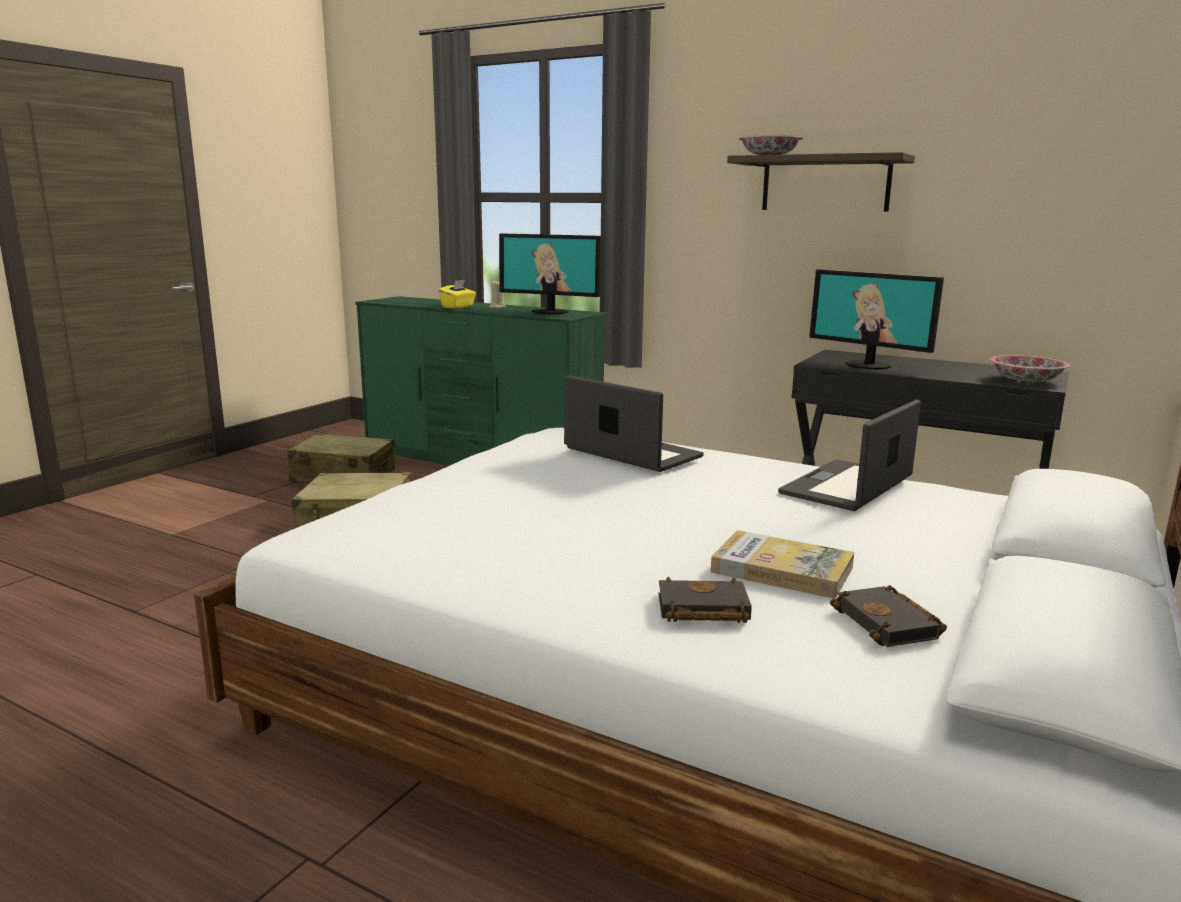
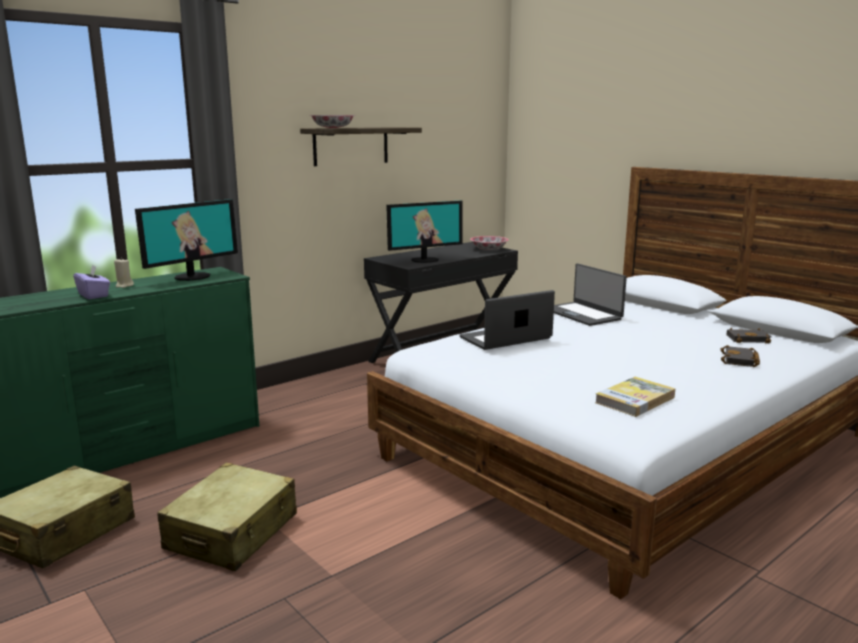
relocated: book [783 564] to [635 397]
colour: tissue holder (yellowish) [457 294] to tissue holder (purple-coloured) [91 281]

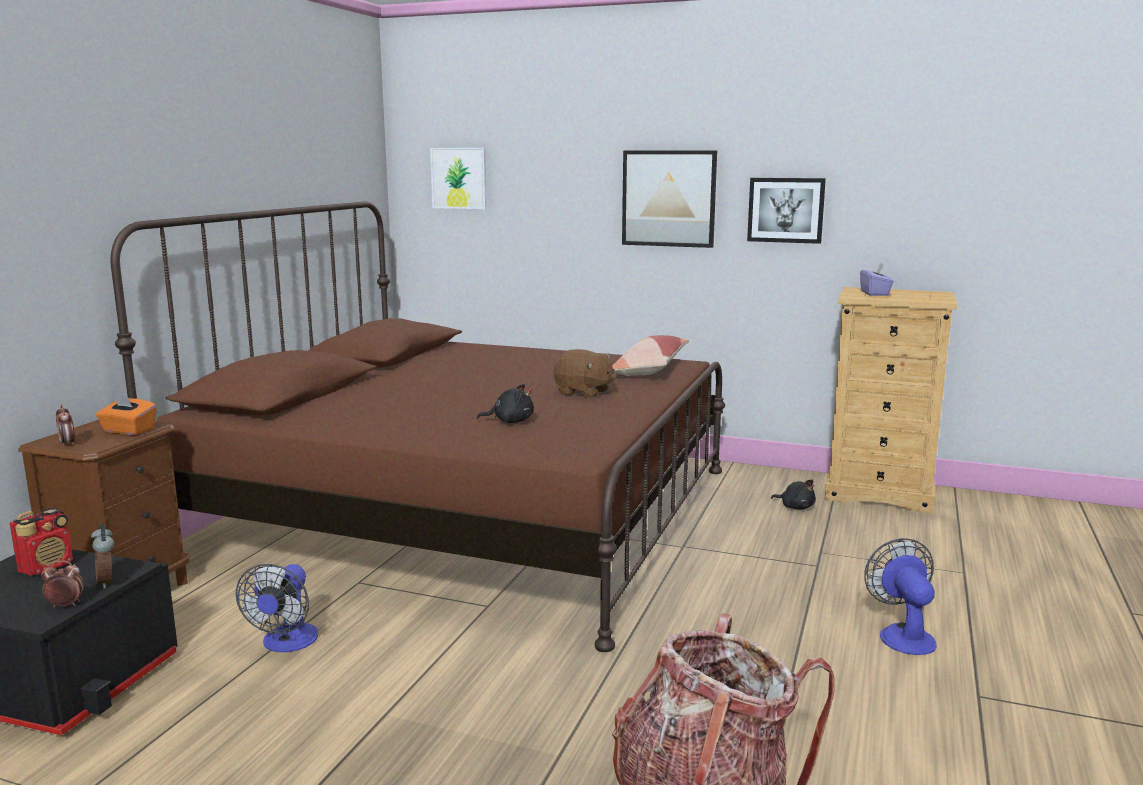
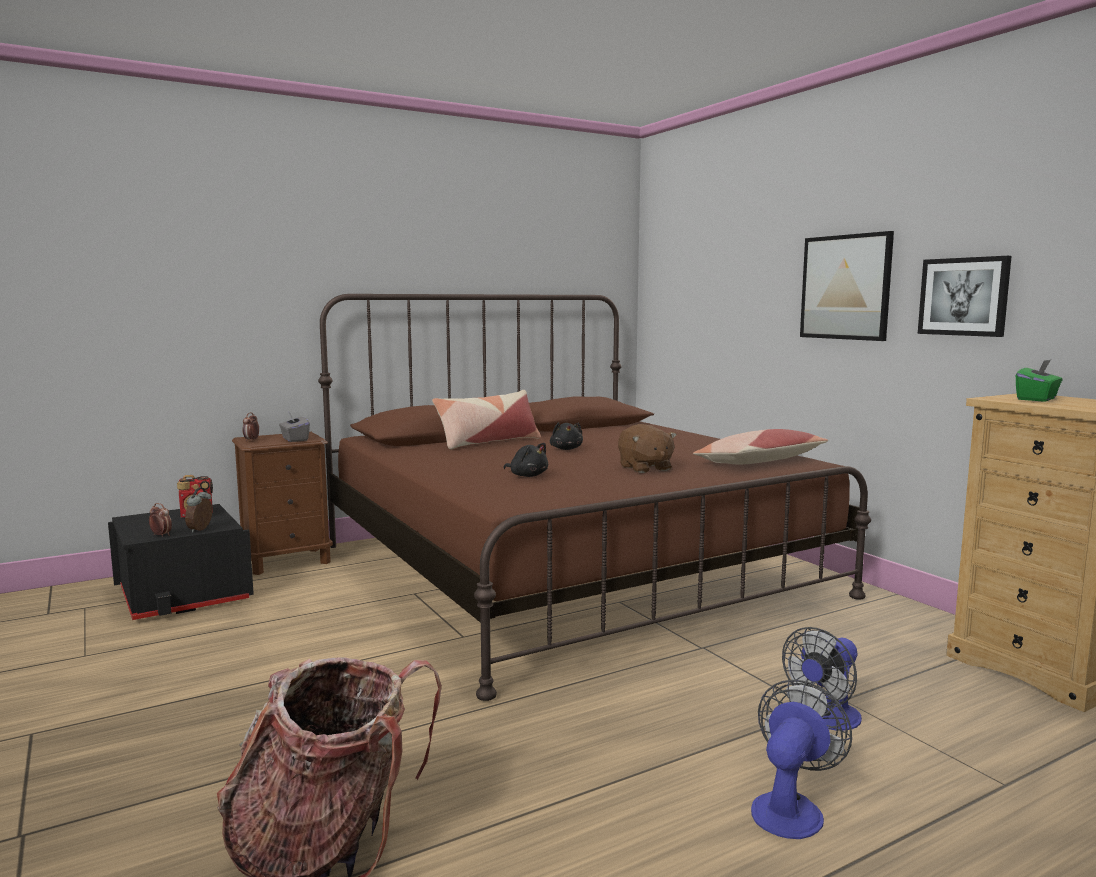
missing: wall picture [458 178]
appeared: throw pillow [486 419]
relocated: fan [277 608] to [822 678]; plush toy (blackish) [793 495] to [566 436]
colour: tissue holder (orange) [126 414] to tissue holder (grey) [294 426]; tissue holder (purple-coloured) [877 279] to tissue holder (green) [1039 381]

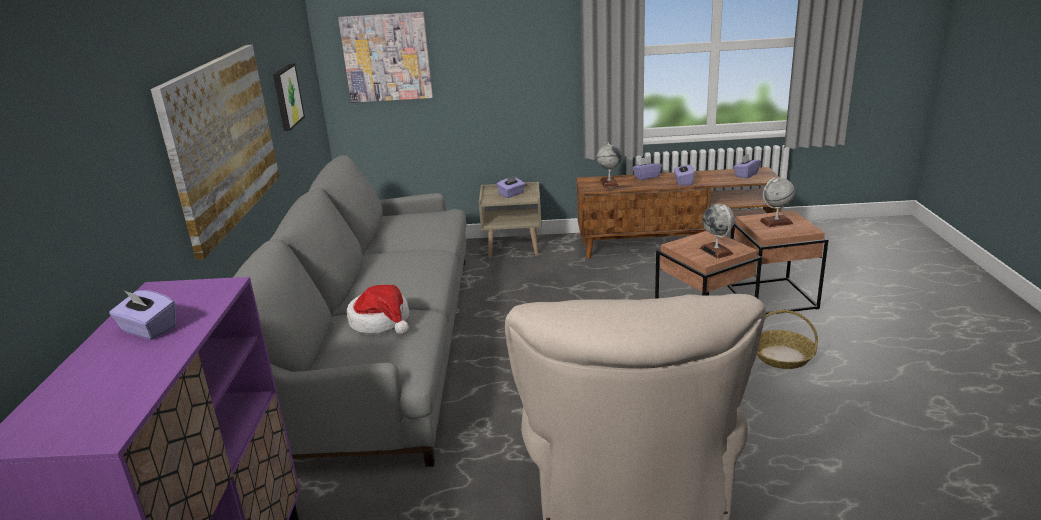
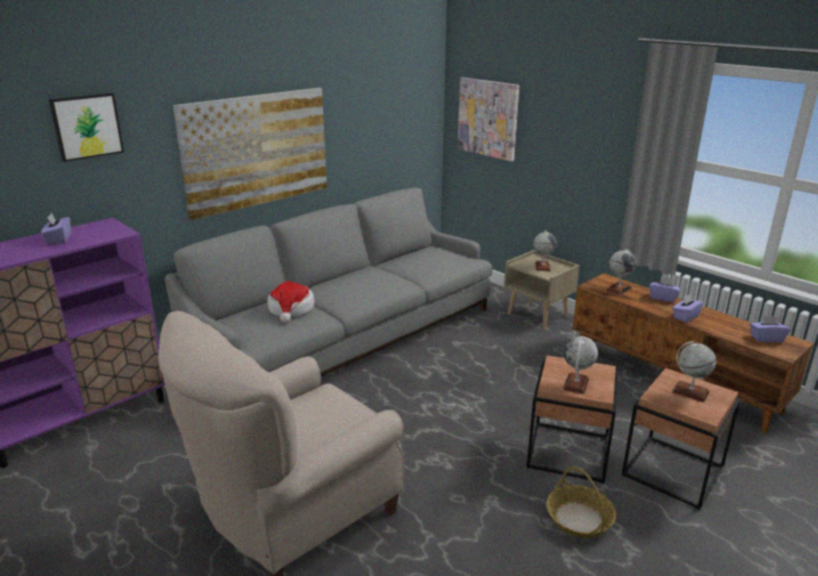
relocated: wall picture [289 97] to [86 127]
exchanged: tissue holder (purple-coloured) [511 186] to globe [545 250]

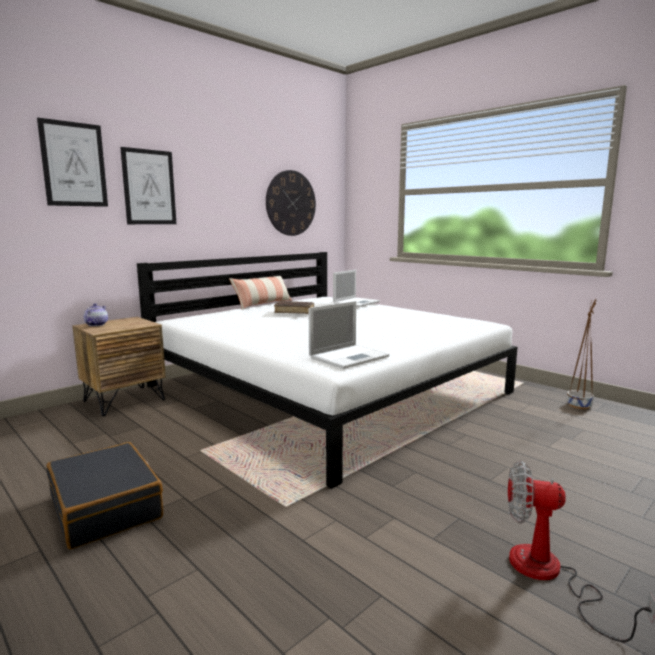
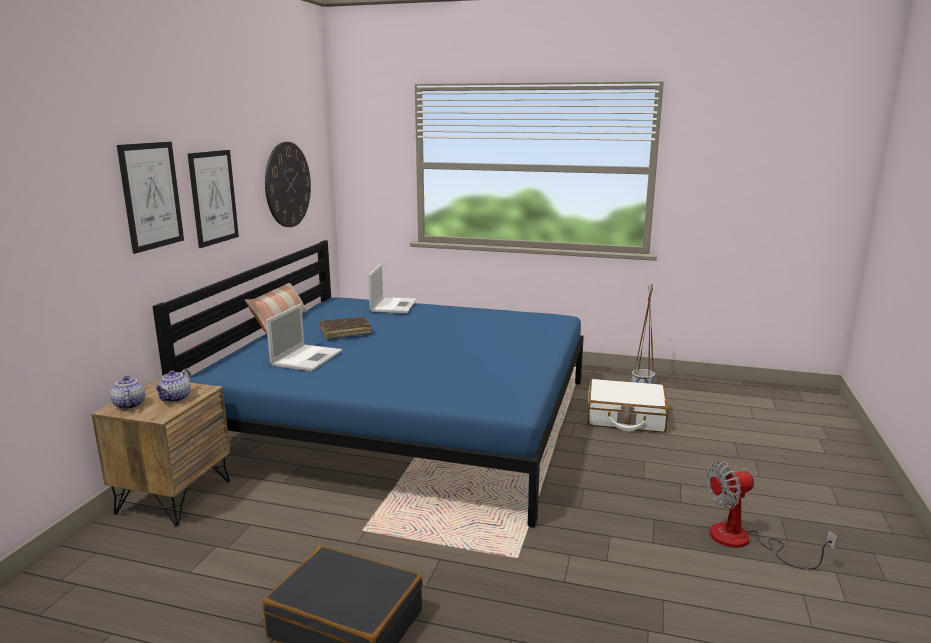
appeared: pot for tea [173 386]; travel case (white-coloured) [628 406]
relocated: wall picture [72 162] to [213 199]; laptop [349 335] to [304 337]
colour: sleeping bed (white-coloured) [327 370] to sleeping bed (bluish) [368 384]

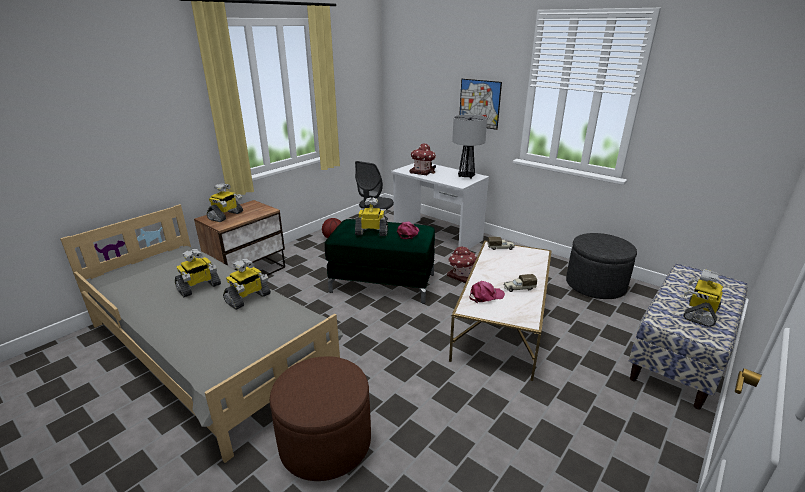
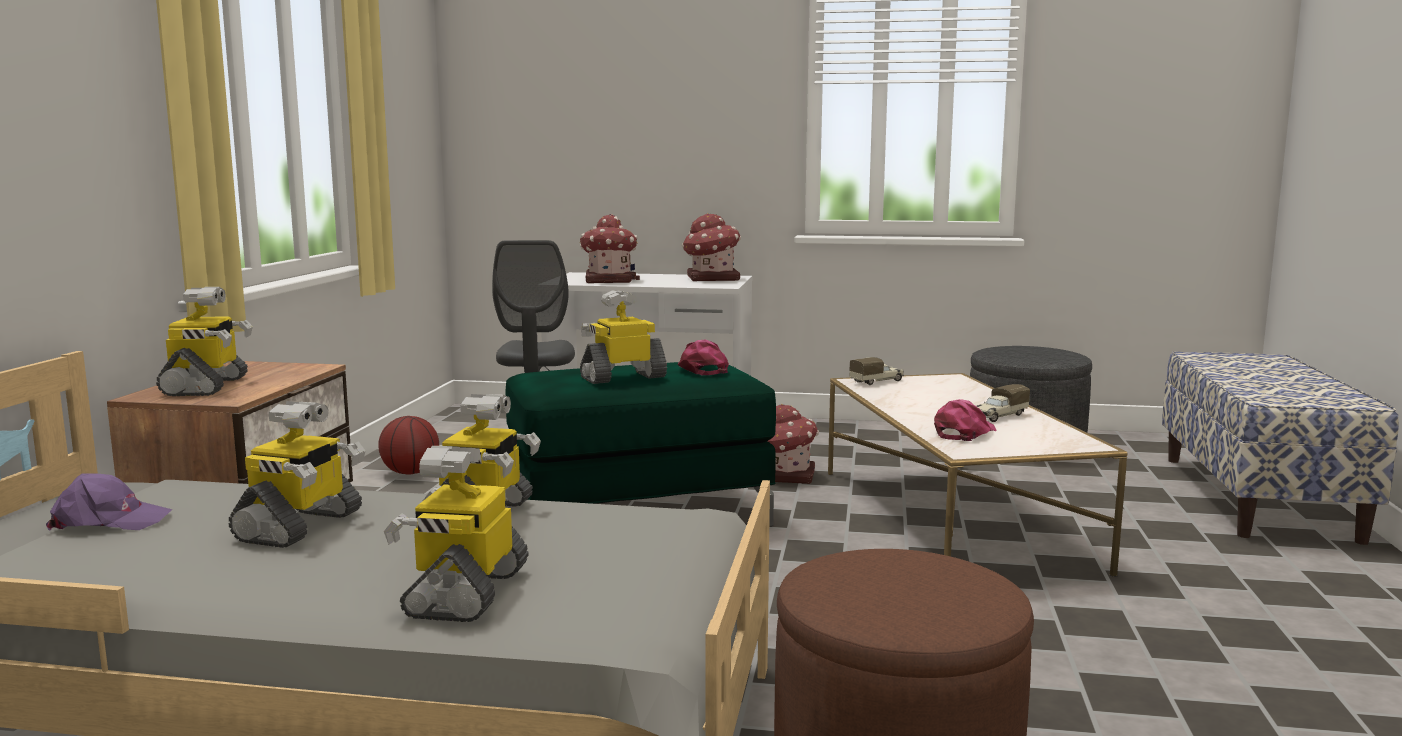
missing: wall picture [480 104]
appeared: cap (purple-coloured) [109 502]
relocated: toy robot [703 298] to [456 534]
exchanged: lamp for a table [469 147] to toy house [711 247]

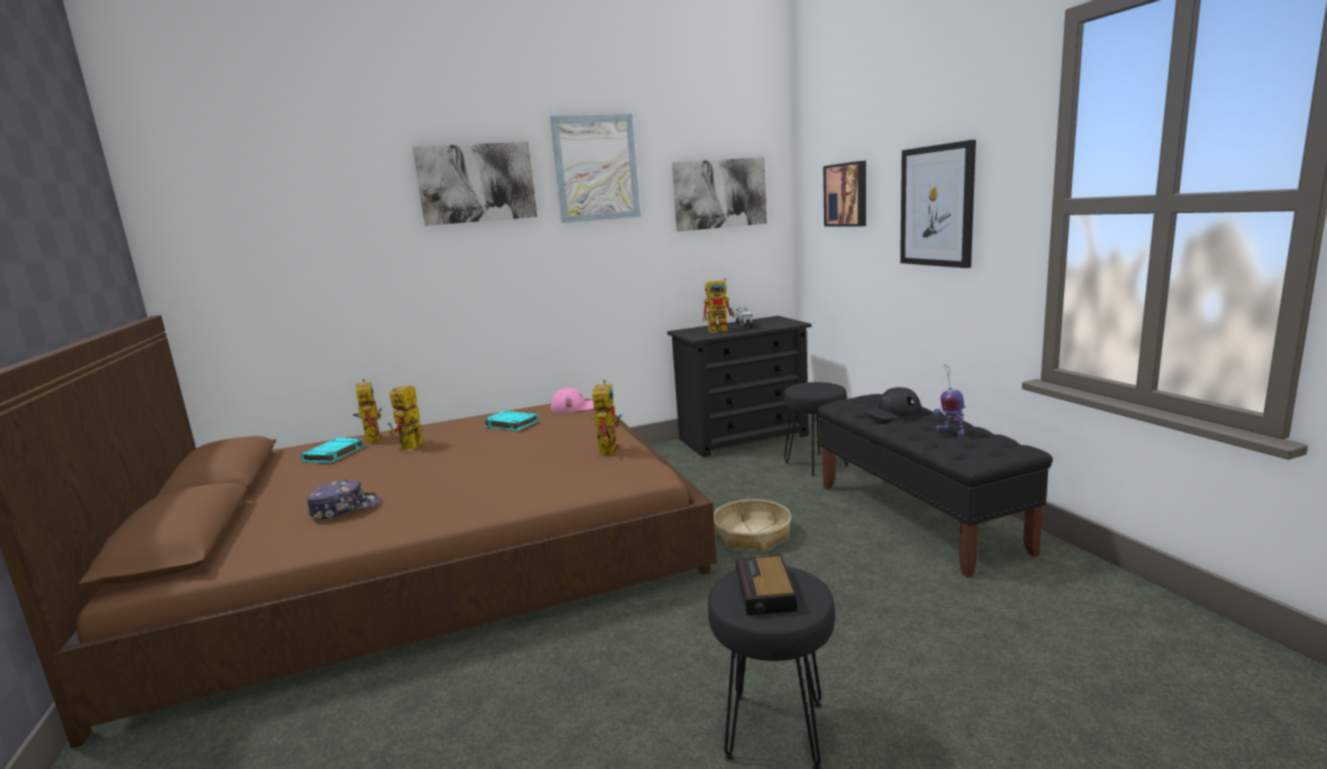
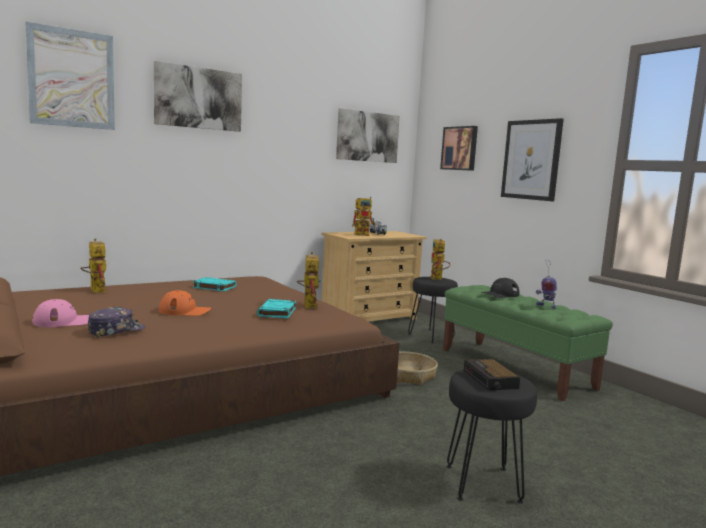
appeared: cap (orange) [185 303]
relocated: book (blue-green) [332 450] to [276 308]; toy robot [406 418] to [440 259]; wall picture [595 168] to [70 76]; cap (pink) [572 400] to [60 313]
colour: chest of drawers (blackish) [739 386] to chest of drawers (beige-coloured) [374 276]; indoor bench (blackish) [935 486] to indoor bench (green) [528 343]

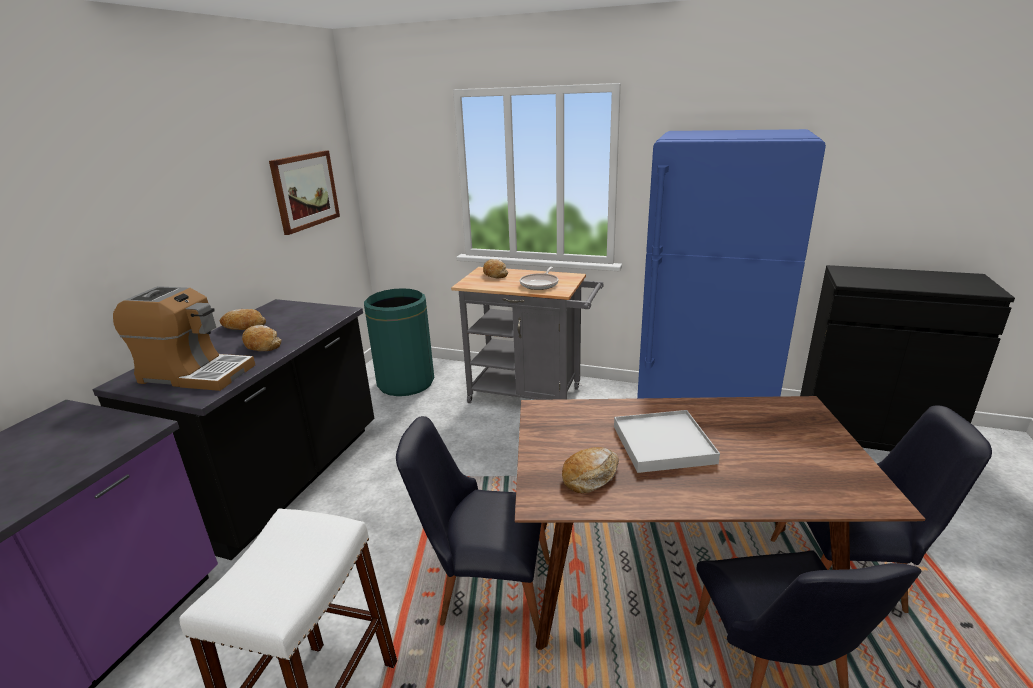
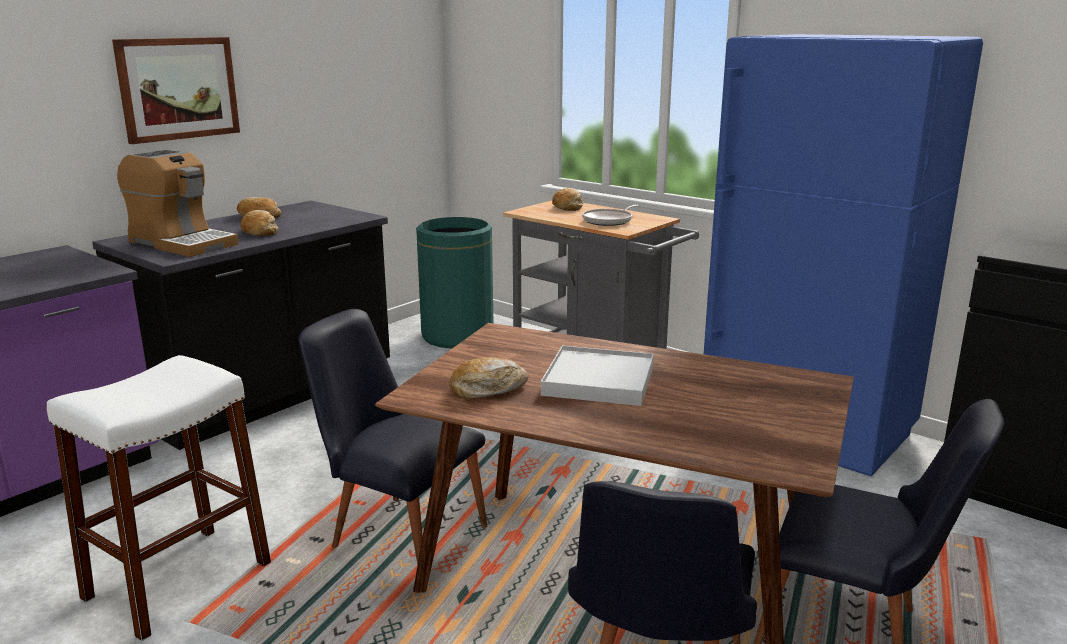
relocated: wall picture [304 193] to [176 90]

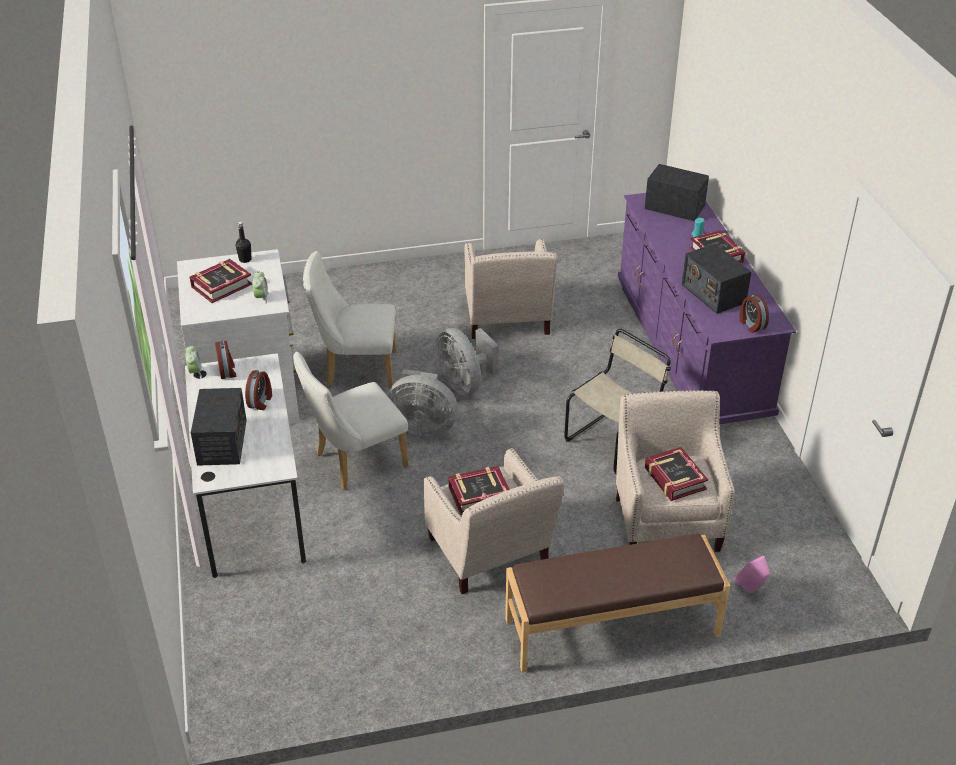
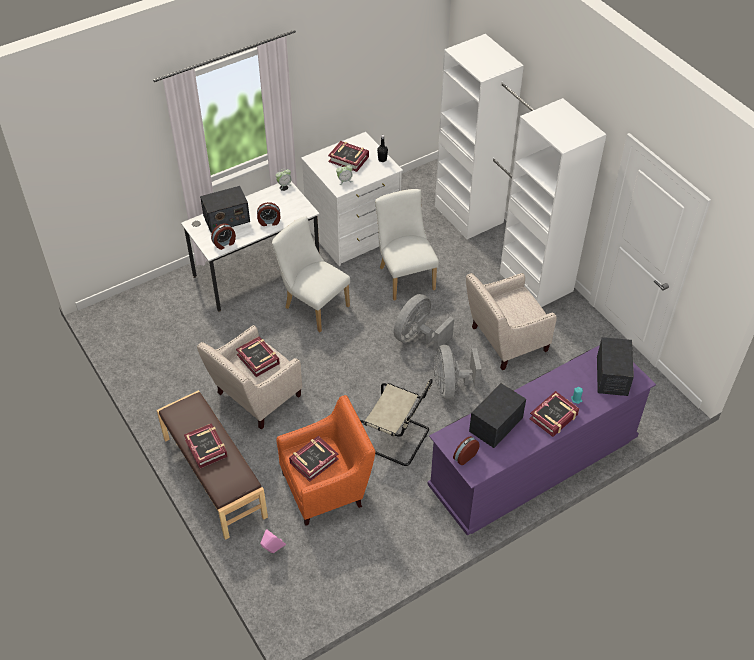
appeared: book [206 446]; clothes cupboard (white-coloured) [521 170]
relocated: alarm clock [225 360] to [223 236]; fan (grey) [423 403] to [457 372]
colour: easy chair (beige-coloured) [675 471] to easy chair (orange) [325 460]

